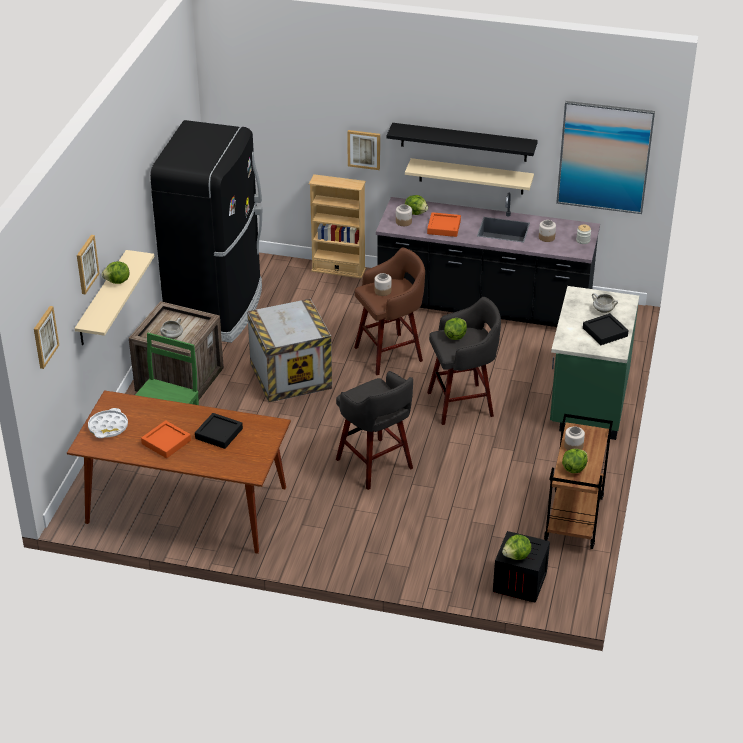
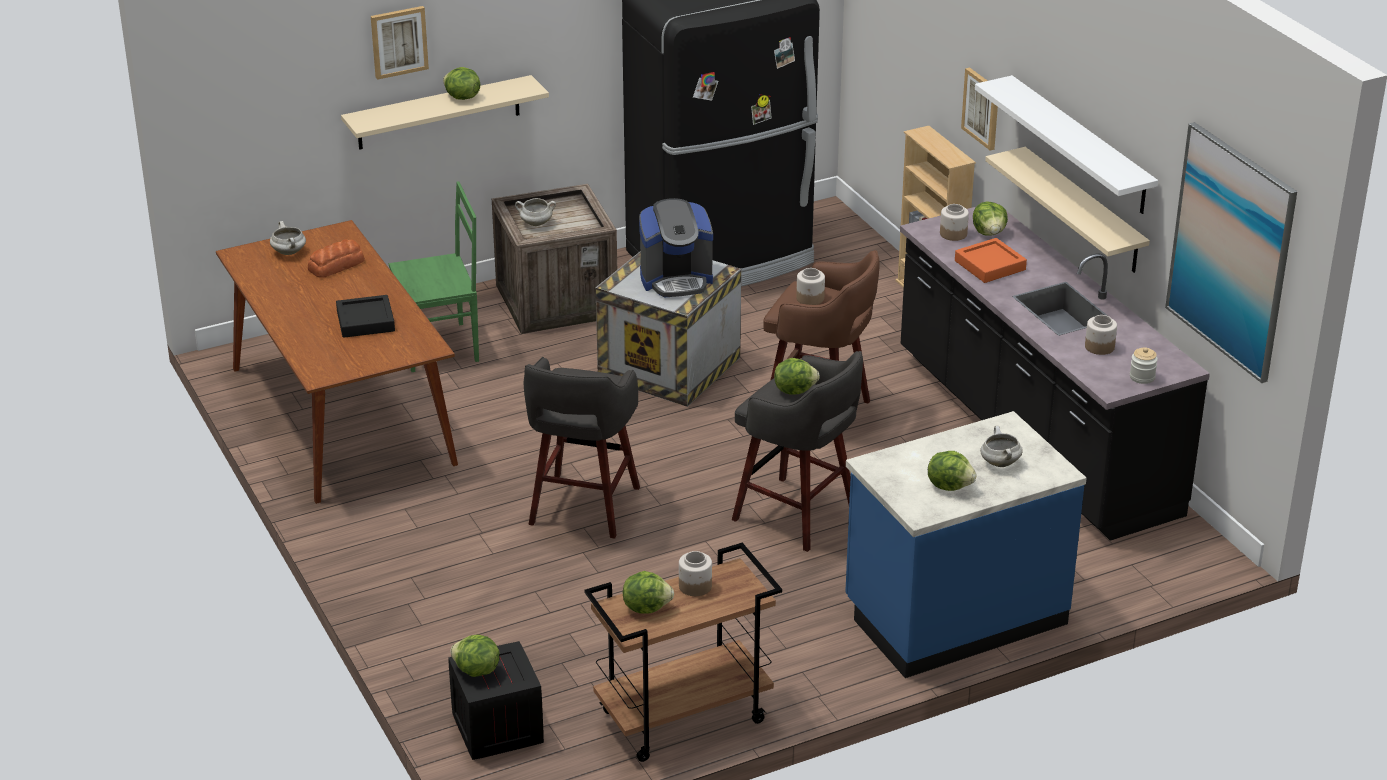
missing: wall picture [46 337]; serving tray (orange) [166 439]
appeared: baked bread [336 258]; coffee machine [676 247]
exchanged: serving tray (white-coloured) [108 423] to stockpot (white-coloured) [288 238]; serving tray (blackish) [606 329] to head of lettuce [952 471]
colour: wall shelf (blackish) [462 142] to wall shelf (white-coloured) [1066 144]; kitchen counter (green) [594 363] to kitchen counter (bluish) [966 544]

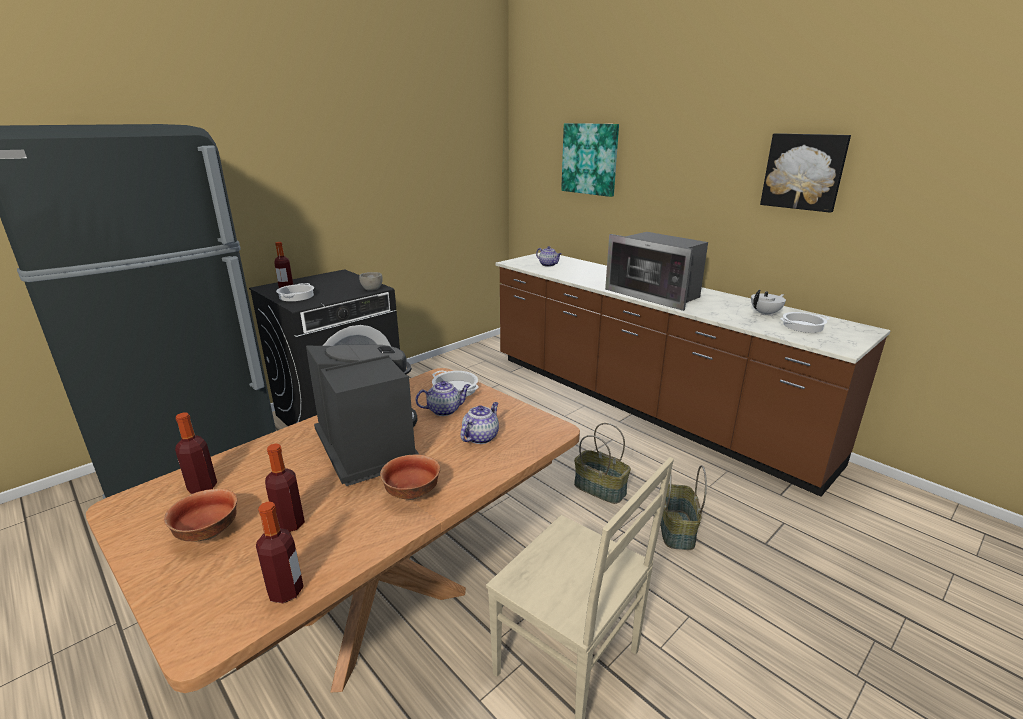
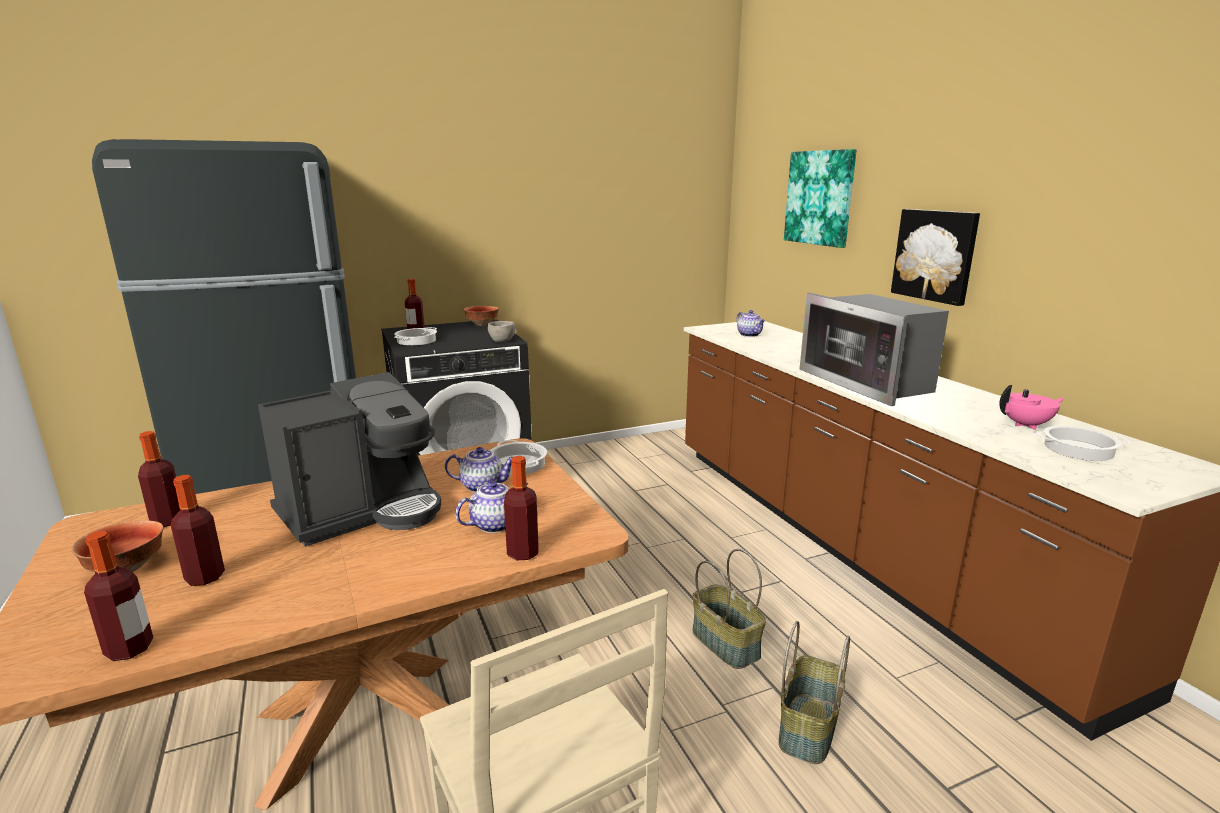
appeared: drink bottle [521 508]
relocated: bowl [410 477] to [481 316]; wall picture [805 173] to [935 257]
colour: pot for tea (white-coloured) [768 303] to pot for tea (pink) [1032 407]
spun: coffee machine [363 415] = [349 459] 60 degrees clockwise

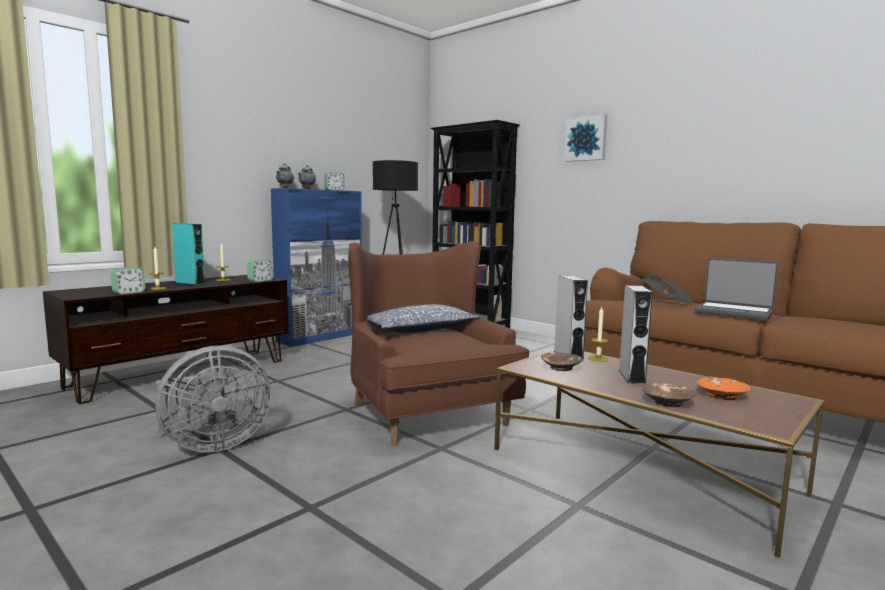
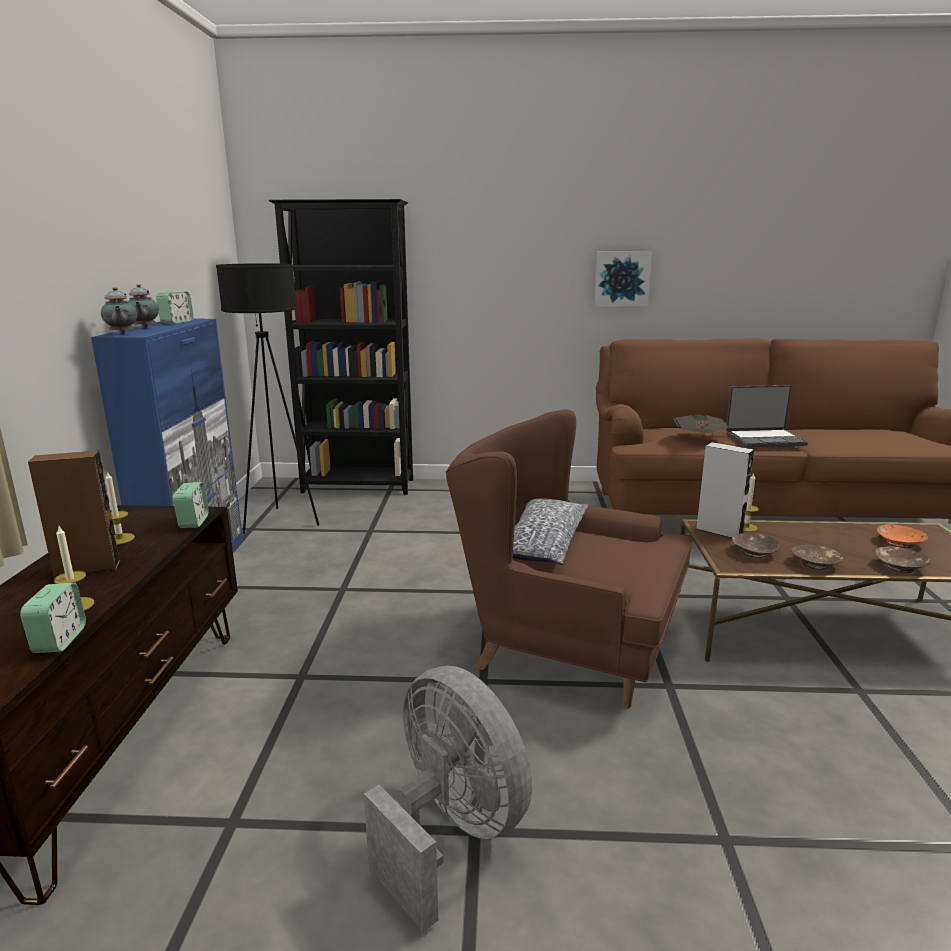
missing: speaker (grey) [636 334]
appeared: bowl (brownish) [817 557]
relocated: wall picture [585 138] to [623 279]
colour: speaker (blue-green) [188 254] to speaker (brownish) [74 514]
spun: fan (grey) [213 398] = [448 799] 60 degrees counterclockwise

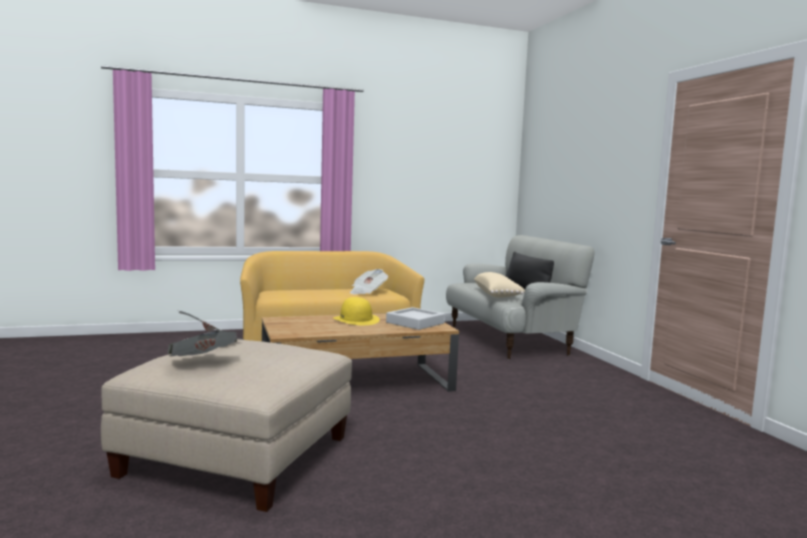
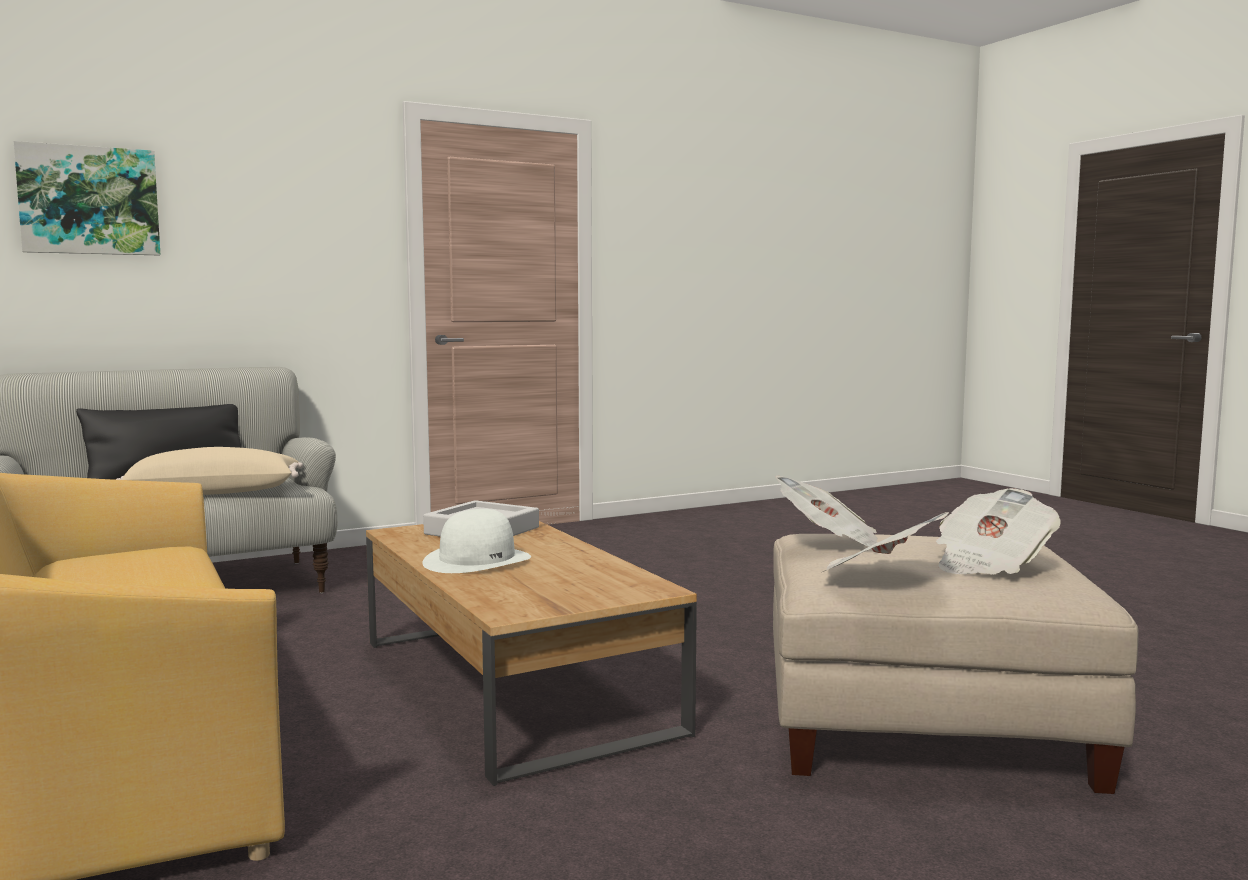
appeared: wall picture [87 198]
relocated: newspaper [369 281] to [826 511]
colour: wearable hat (yellowish) [356 311] to wearable hat (white-coloured) [476 541]

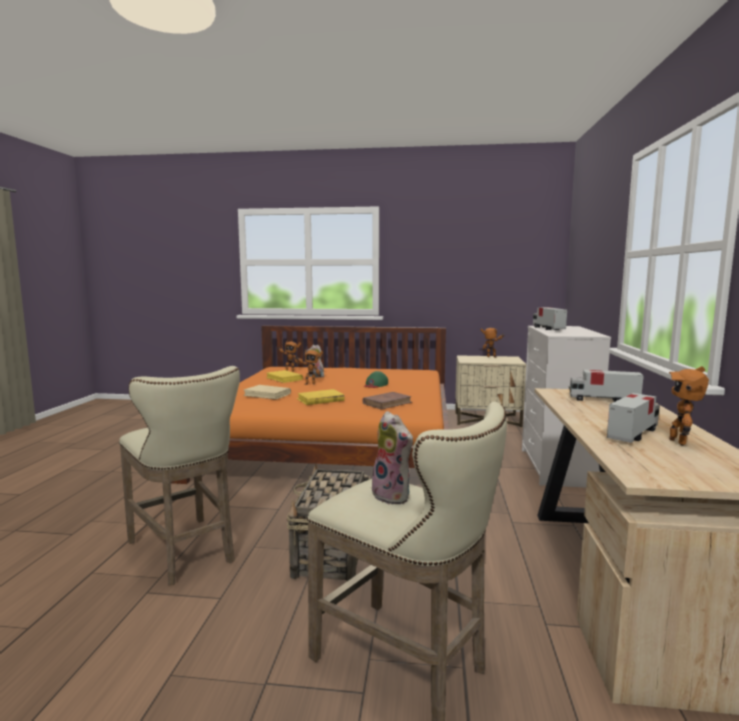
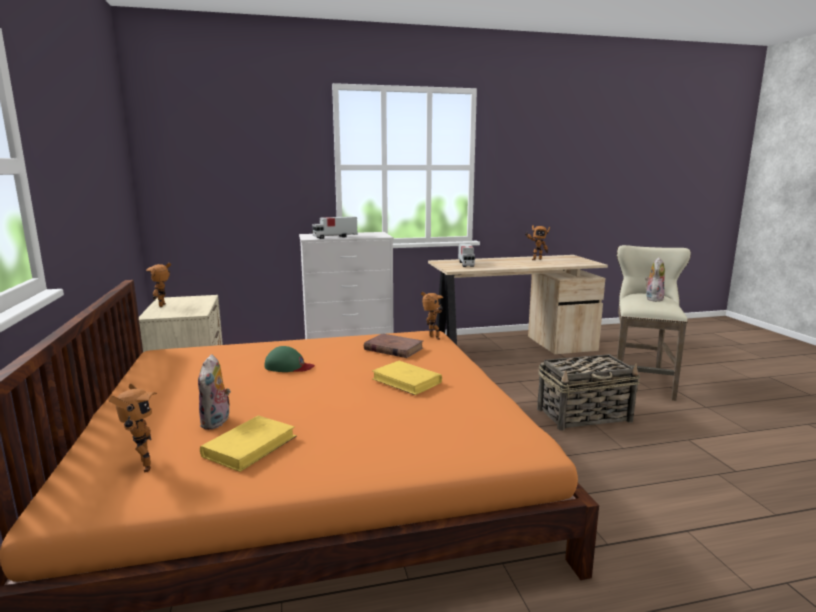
missing: stool (beige-coloured) [179 475]; book (beige-coloured) [267 392]; toy truck [633 418]
relocated: toy robot [309 367] to [432 316]

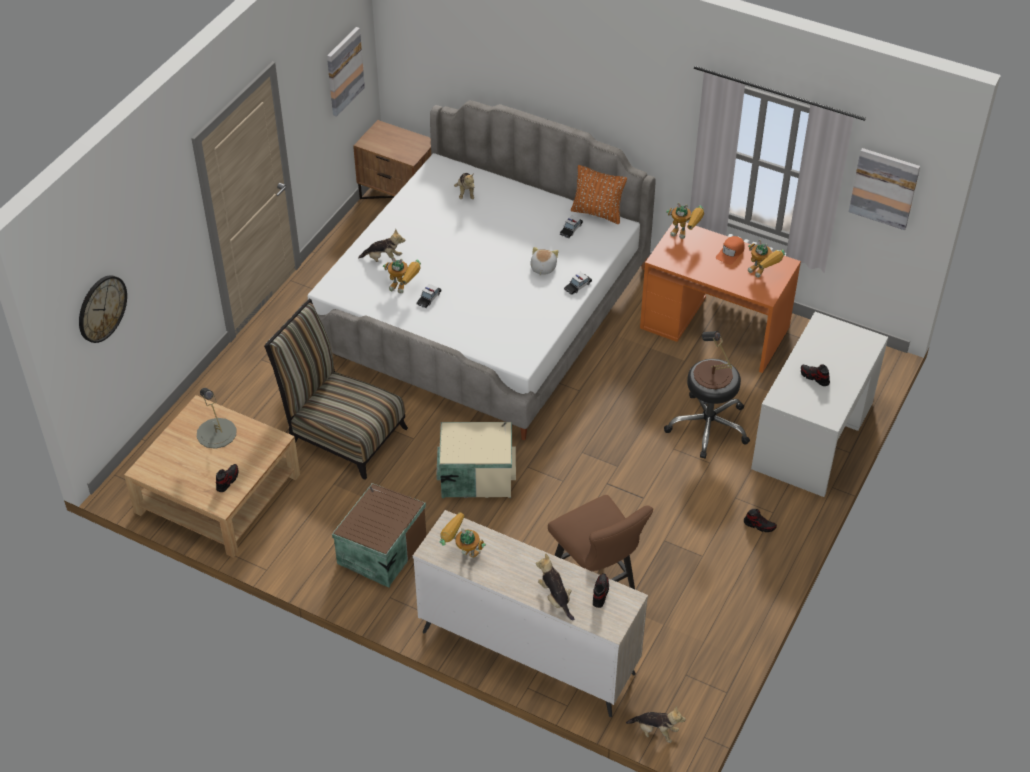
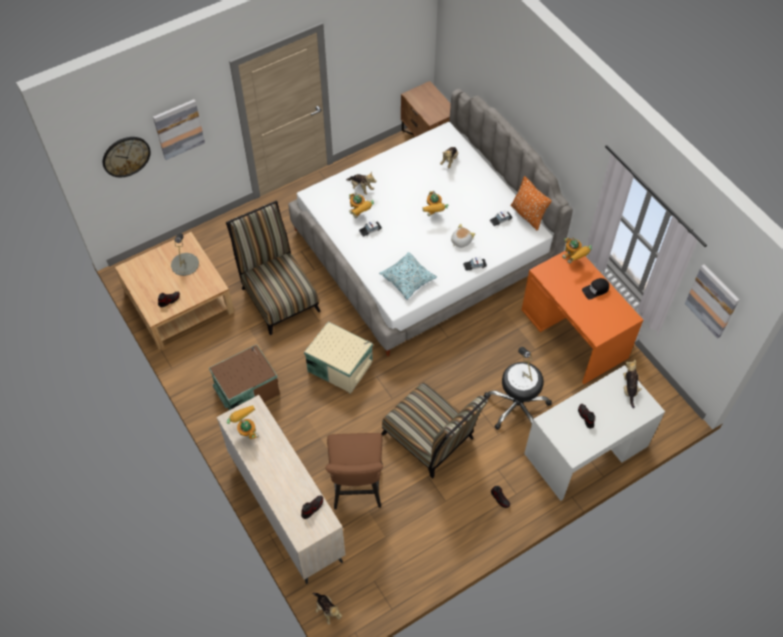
appeared: throw pillow [408 276]; chair [435 430]
relocated: wall picture [346 72] to [179 129]; plush toy [555 586] to [632 383]; toy robot [766 259] to [435 203]
colour: lamp for a table (brownish) [713 360] to lamp for a table (white-coloured) [523 369]; cap (orange) [730 250] to cap (blackish) [595 288]

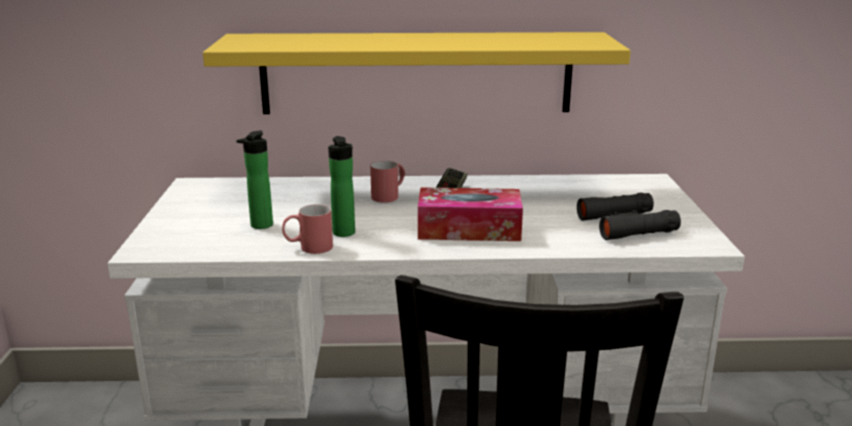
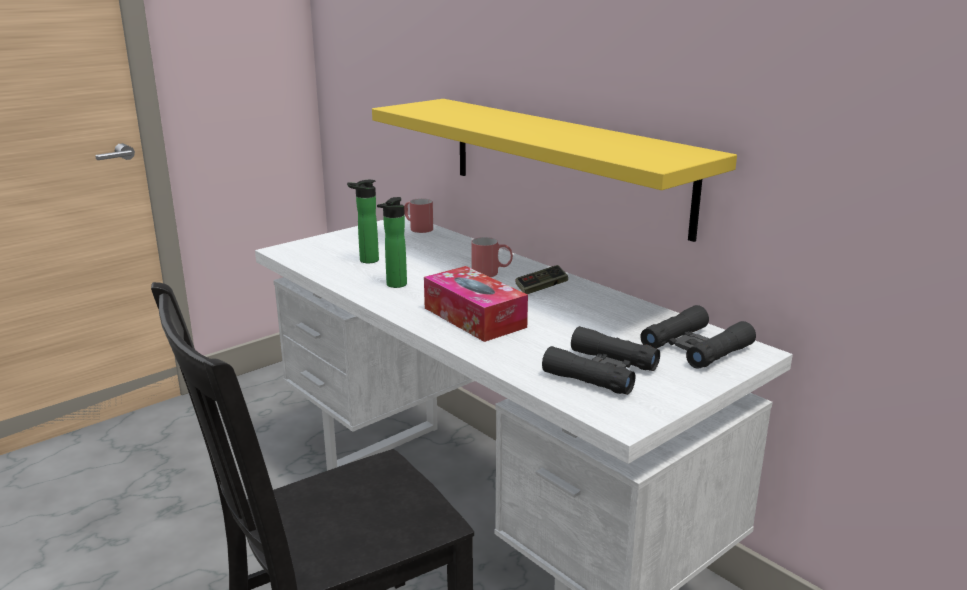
appeared: binoculars (blackish) [698 337]
relocated: tea mug (reddish) [307 229] to [418 215]

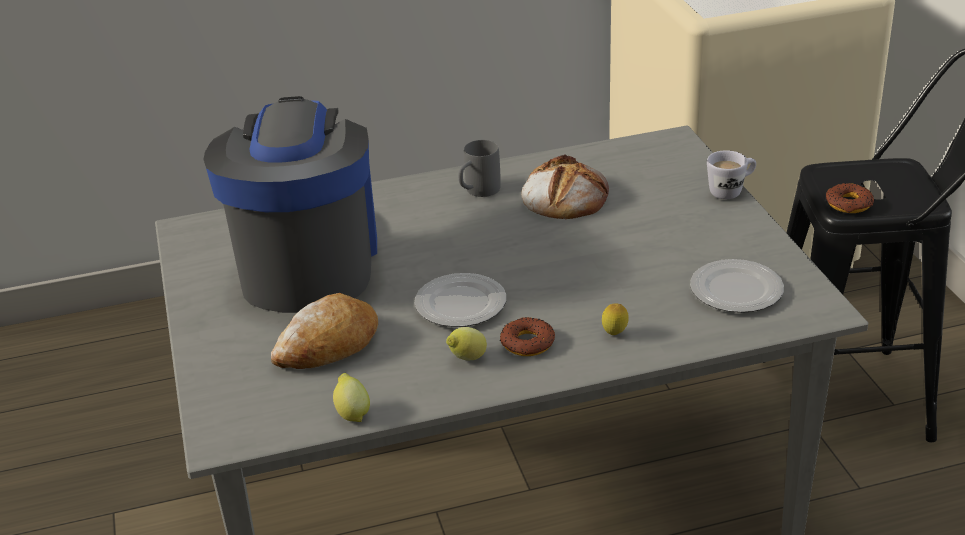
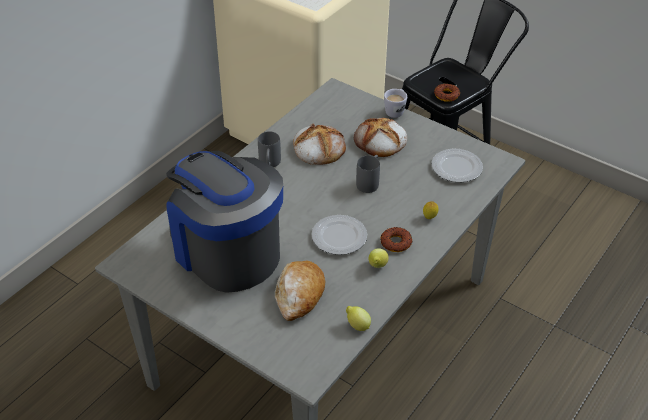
appeared: baked bread [380 137]; tea mug (grey) [368 174]

